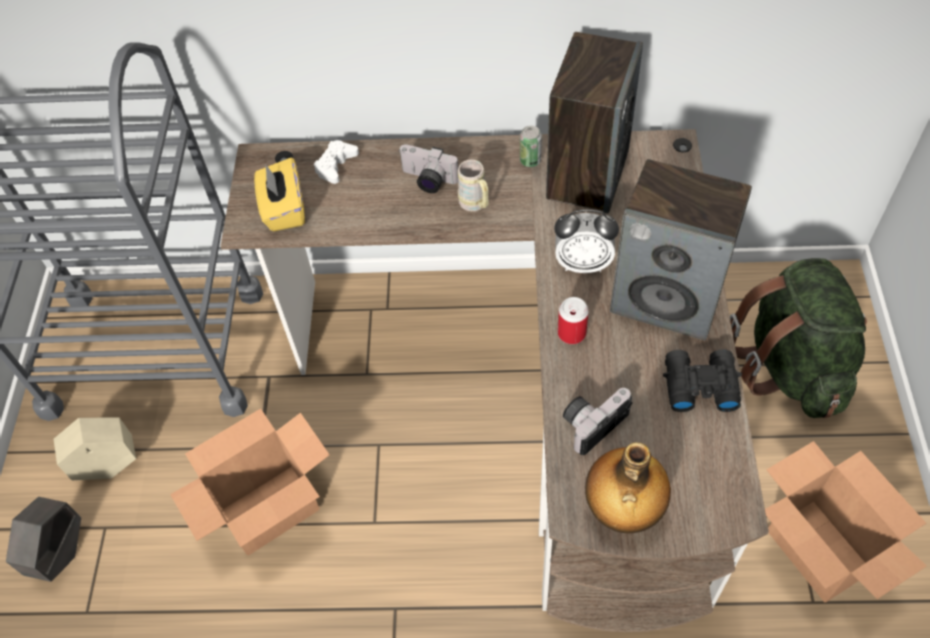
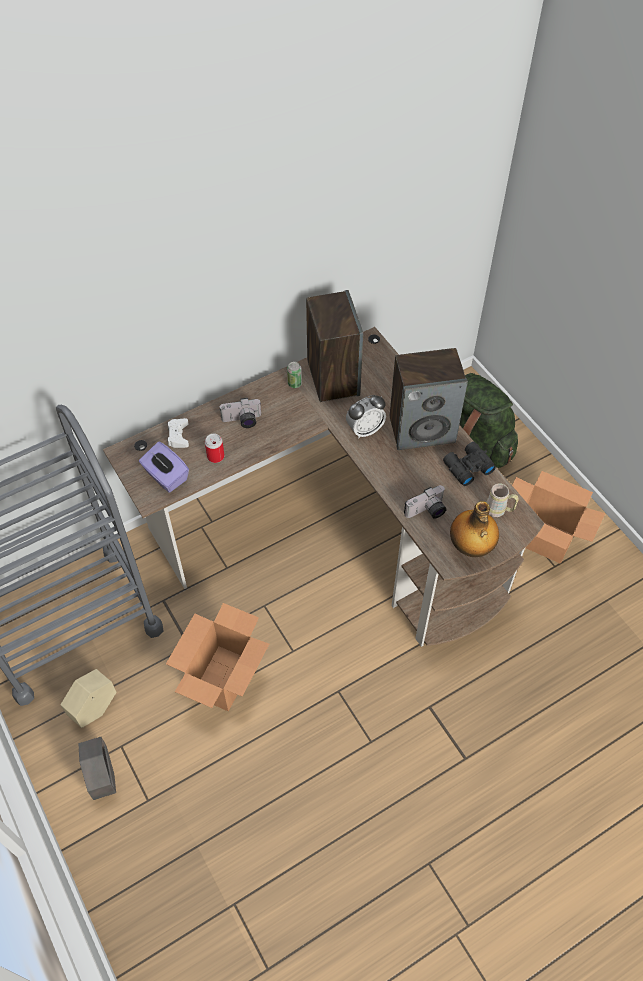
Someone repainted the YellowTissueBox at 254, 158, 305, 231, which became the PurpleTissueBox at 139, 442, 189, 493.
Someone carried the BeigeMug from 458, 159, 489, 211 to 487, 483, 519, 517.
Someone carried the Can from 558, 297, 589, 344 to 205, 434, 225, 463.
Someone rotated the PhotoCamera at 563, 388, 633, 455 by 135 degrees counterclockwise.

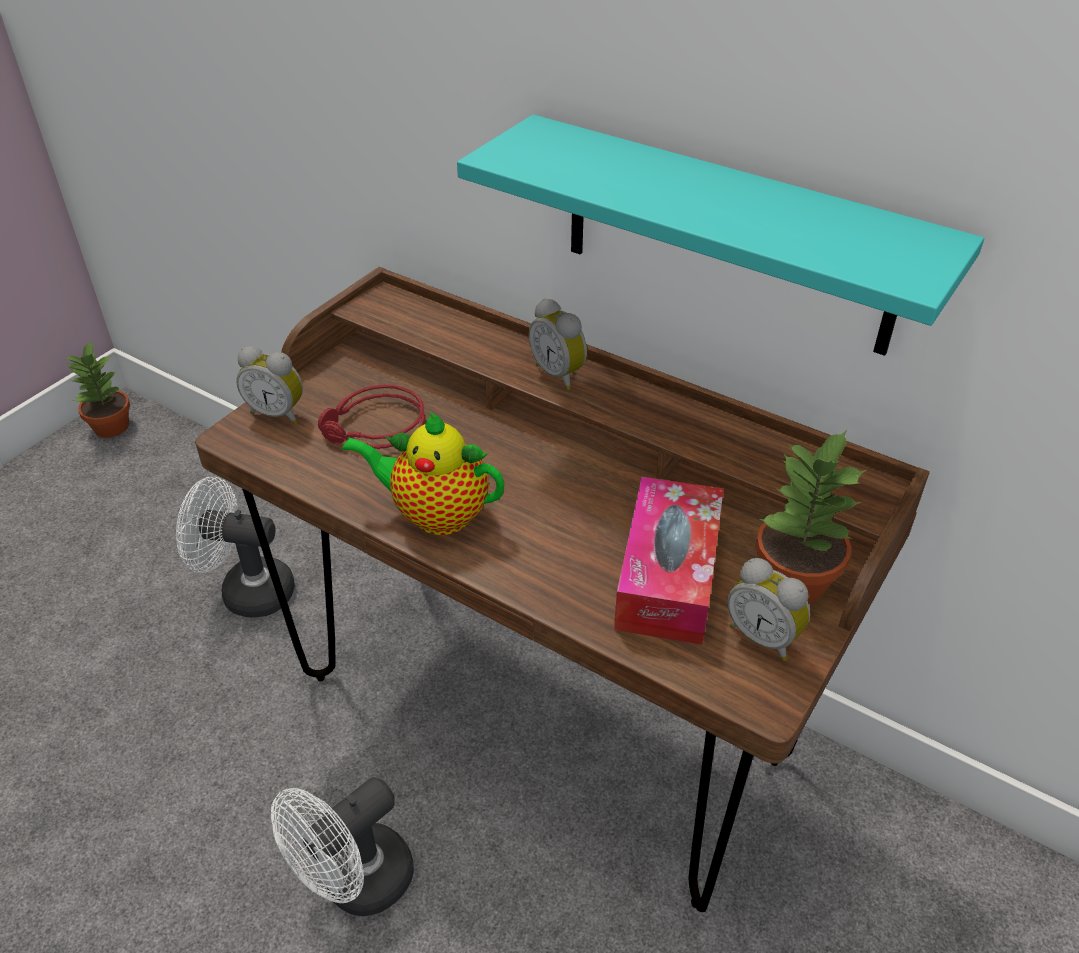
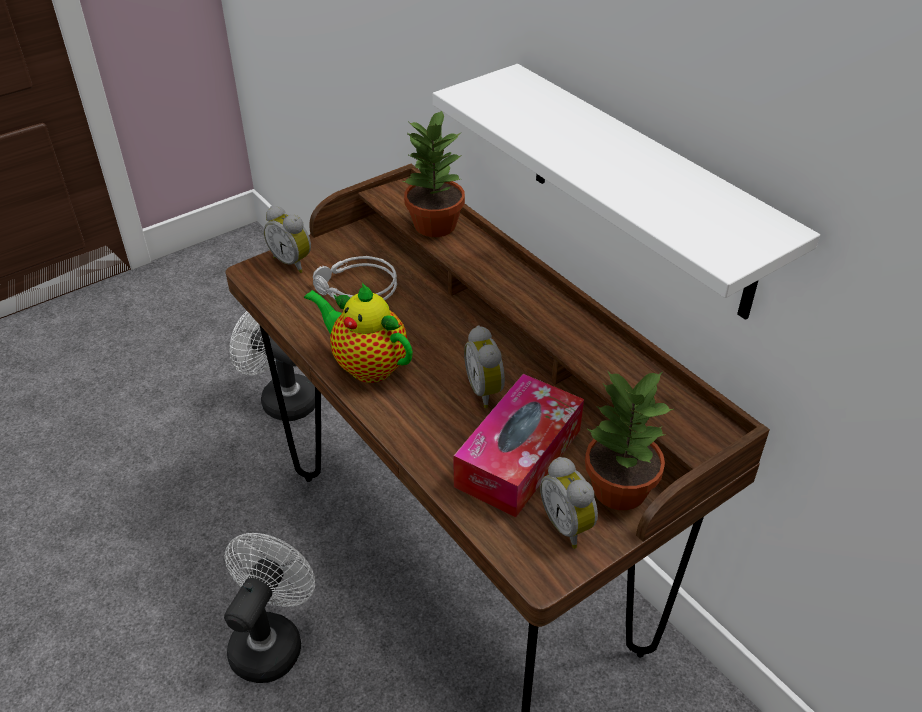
Someone repainted the TurquoiseShelf at 457, 114, 984, 356, which became the WhiteShelf at 433, 64, 820, 320.
Someone carried the AlarmClock from 529, 298, 587, 390 to 464, 326, 505, 408.
Someone carried the PottedPlant from 65, 341, 130, 438 to 403, 111, 465, 237.
Someone repainted the RedHeadphones at 318, 385, 425, 449, which became the GreyHeadphones at 313, 256, 397, 300.
Someone rotated the WhiteFan at 271, 777, 414, 916 by 135 degrees clockwise.

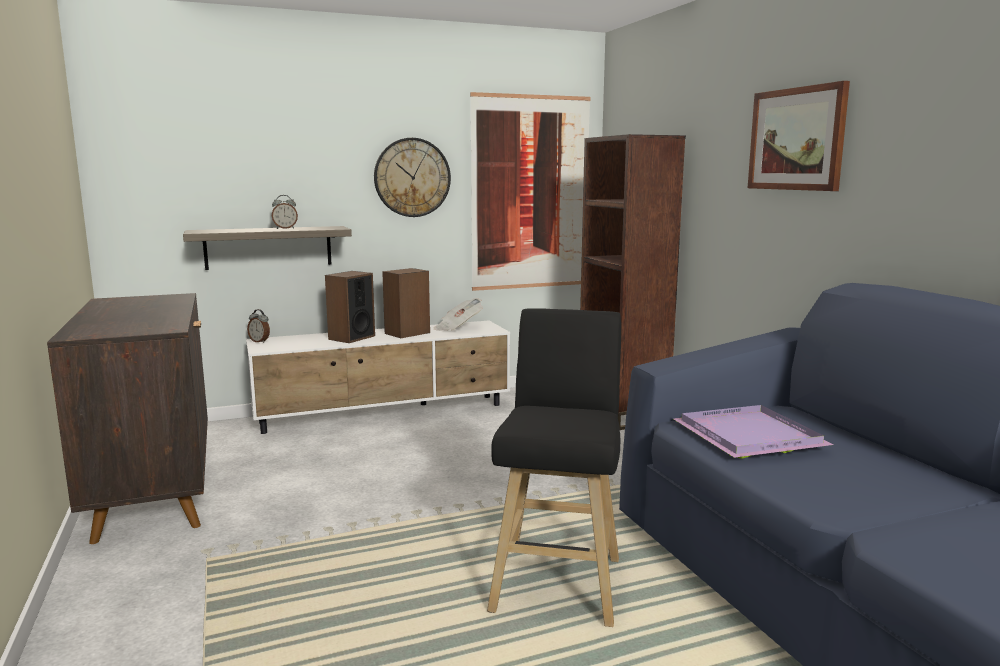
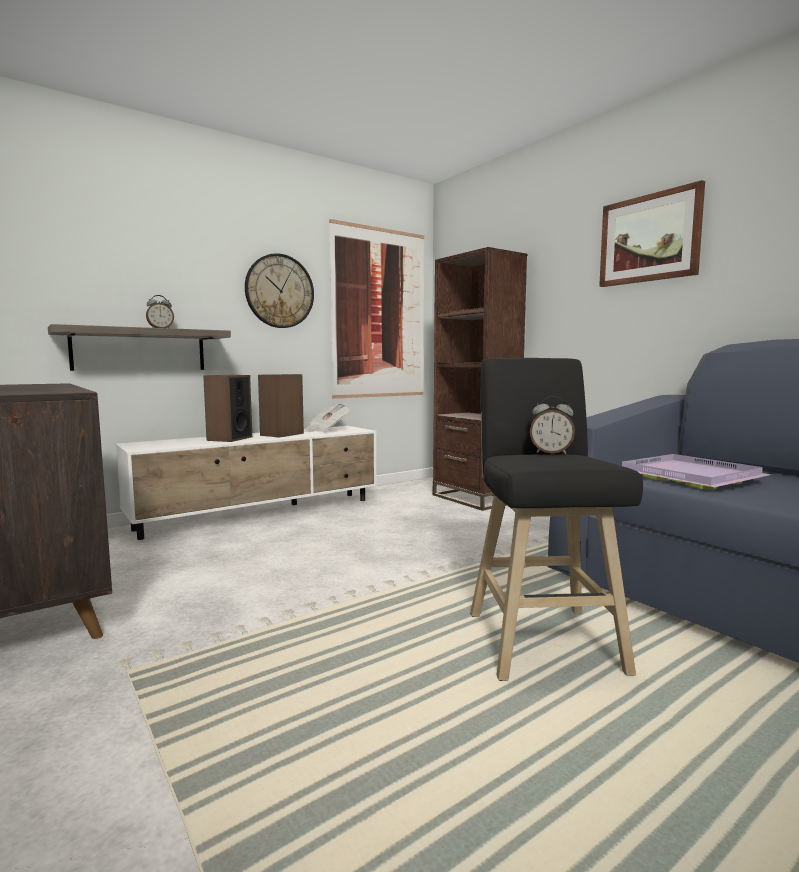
Someone carried the AlarmClock from 247, 309, 270, 343 to 530, 396, 575, 454.

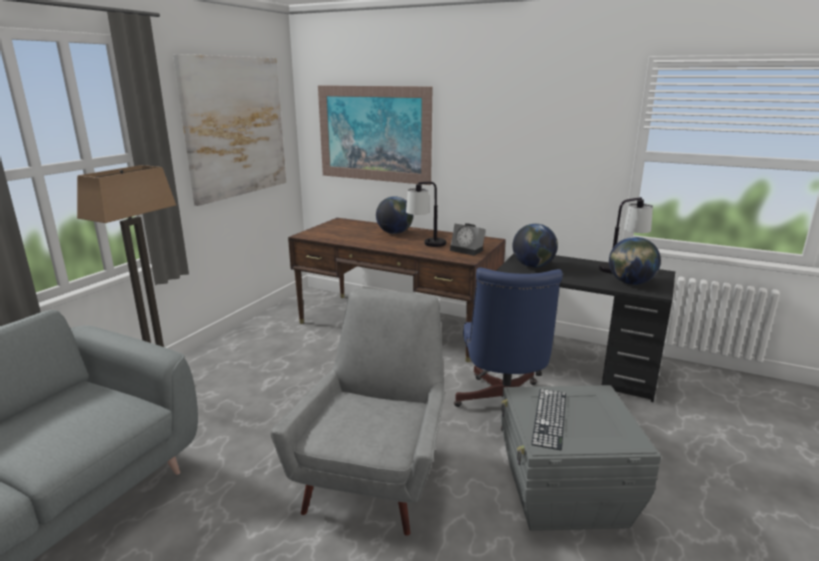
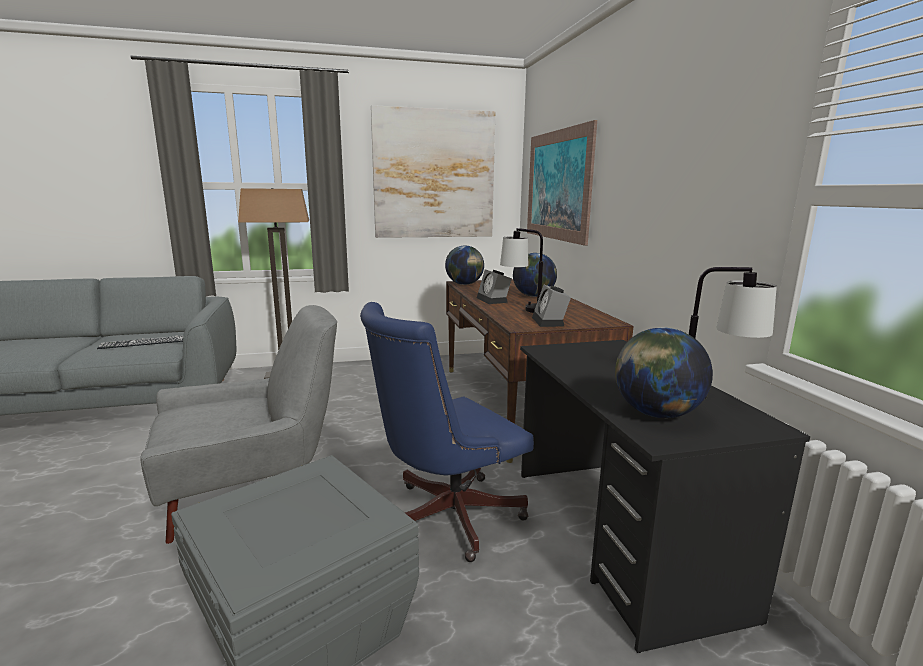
Someone carried the Globe from 512, 224, 558, 268 to 445, 245, 484, 285.
Someone carried the Keyboard from 531, 389, 566, 450 to 97, 335, 183, 349.
Someone put down the AlarmClock at 477, 269, 512, 304.

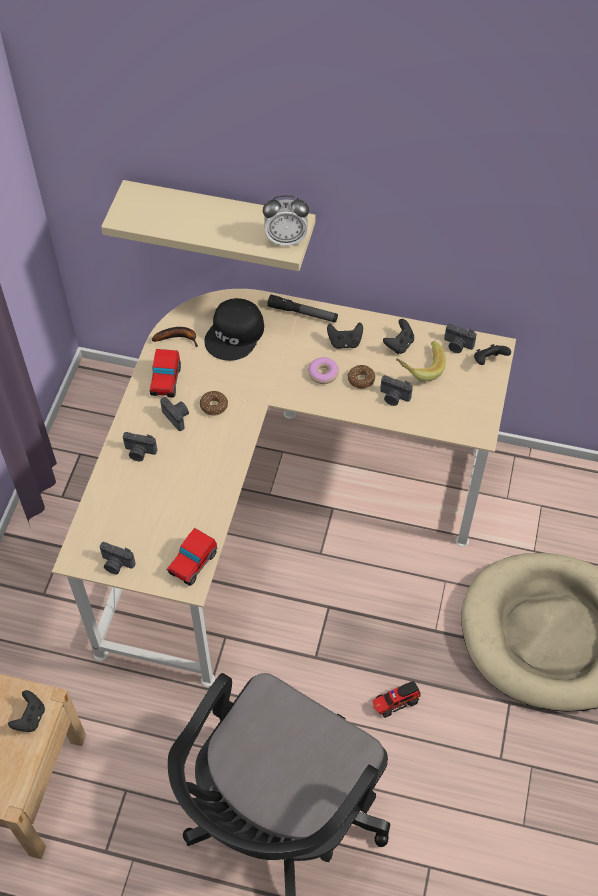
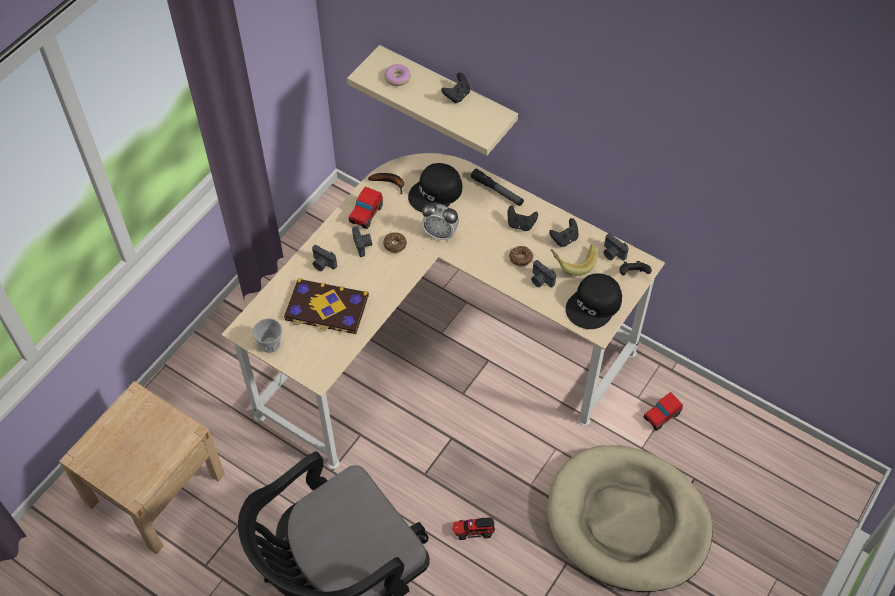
Someone carried the AlarmClock from 263, 195, 309, 246 to 422, 203, 459, 241.
Someone carried the Donut from 308, 357, 339, 384 to 384, 64, 411, 86.
Someone carried the ToyCar from 167, 528, 217, 586 to 644, 392, 683, 431.
Someone swapped the PhotoCamera at 100, 542, 136, 574 for the Cup at 252, 318, 282, 353.
Someone carried the BlackGameController from 8, 690, 45, 732 to 441, 73, 470, 103.
Someone put down the BlackCap at 566, 273, 622, 329.
Someone put down the Book at 284, 278, 369, 334.

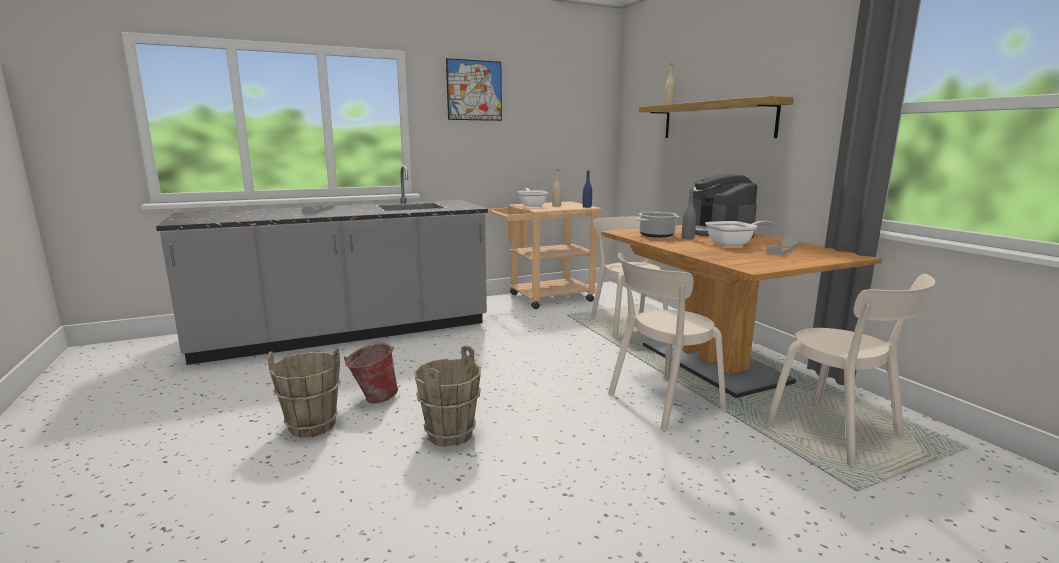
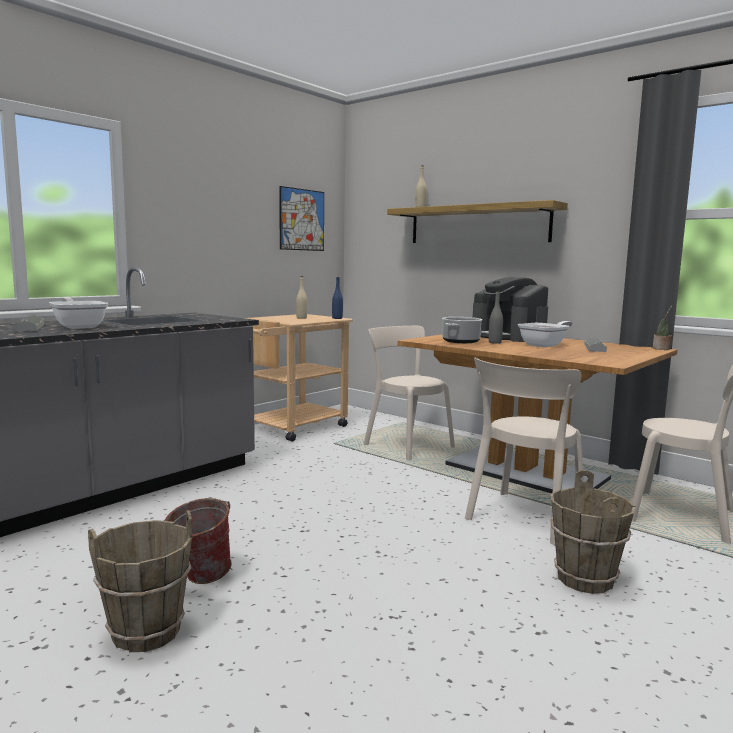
Someone carried the Picture from 446, 58, 502, 121 to 279, 186, 324, 251.
Someone carried the FryingPan from 518, 188, 548, 207 to 49, 297, 109, 329.
Someone carried the BrownBucket from 414, 346, 481, 447 to 550, 470, 635, 594.
Someone put down the PottedPlant at 653, 305, 673, 350.

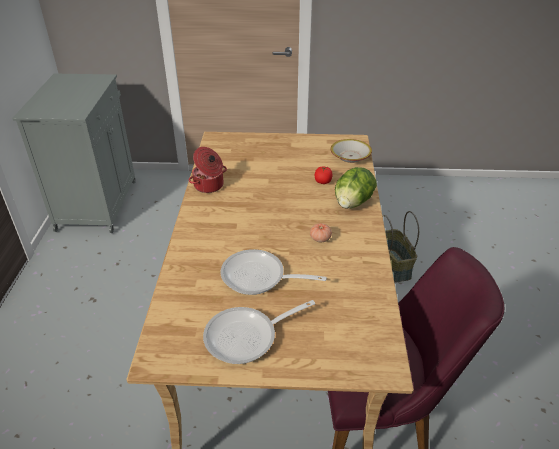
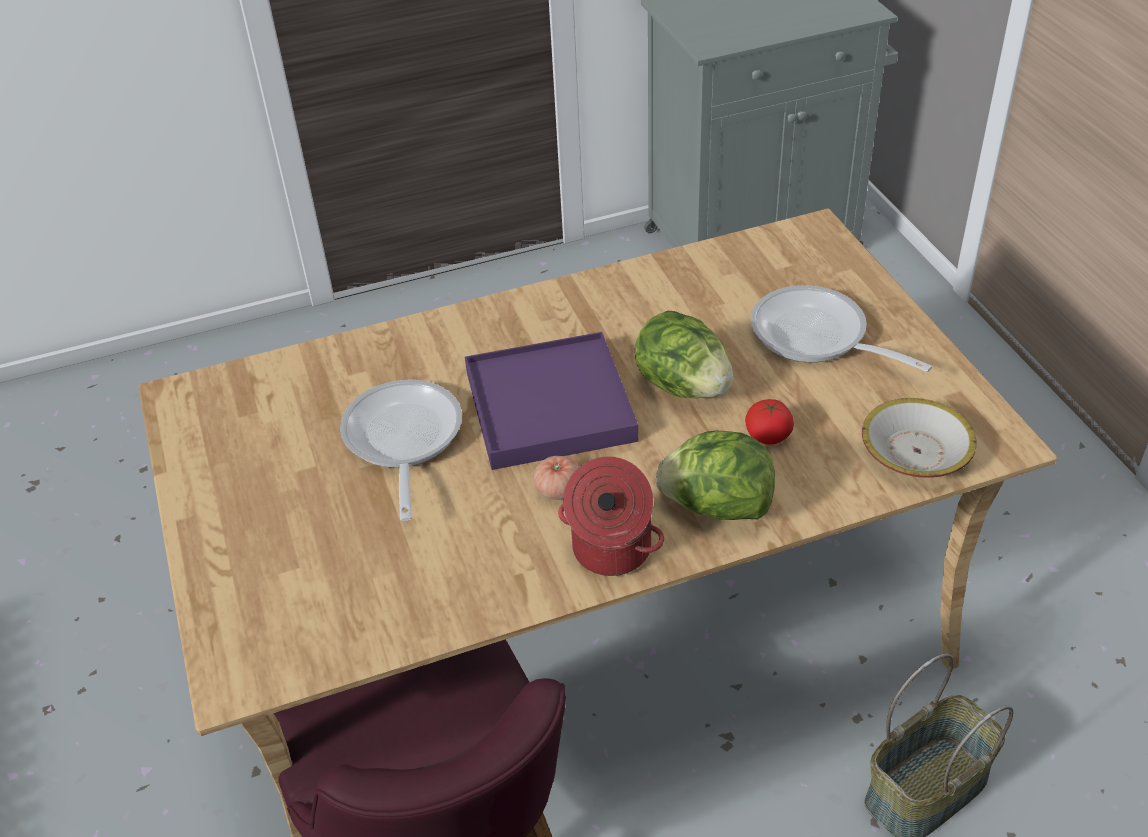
Someone carried the CookingPot from 189, 147, 227, 193 to 558, 456, 664, 576.
Someone carried the FryingPan from 203, 300, 315, 364 to 751, 285, 932, 372.
Someone put down the Lettuce at 635, 311, 733, 398.
Someone put down the PurpleTray at 465, 332, 638, 470.

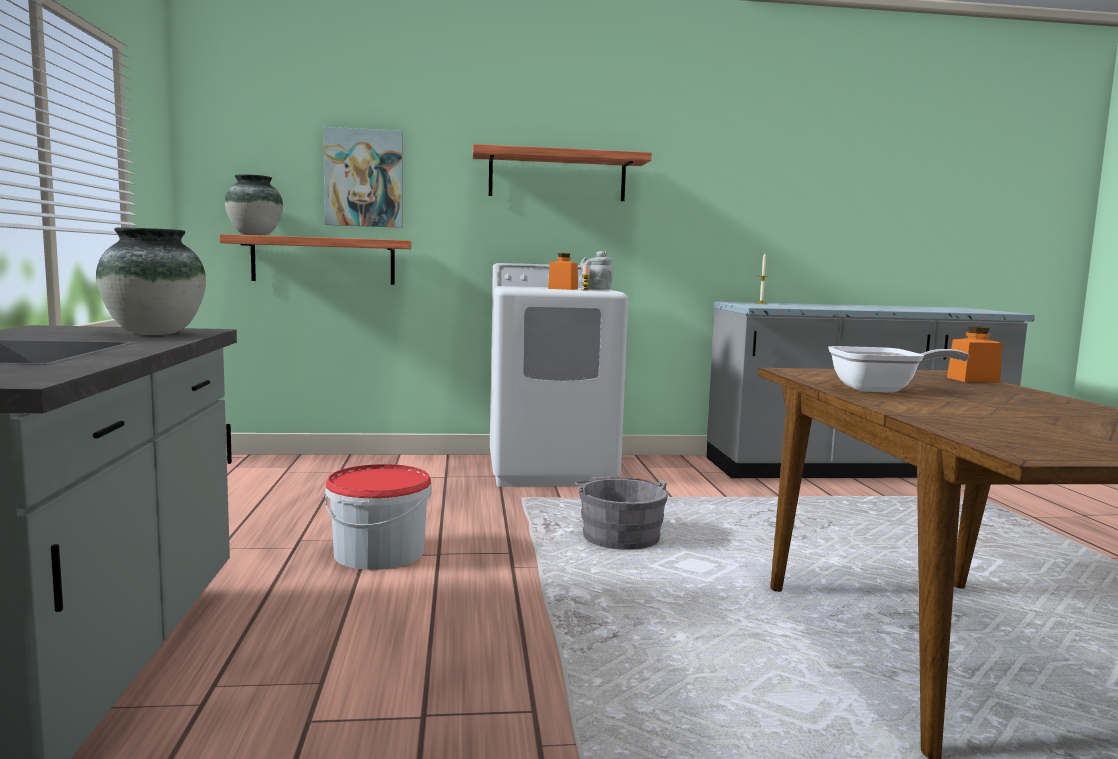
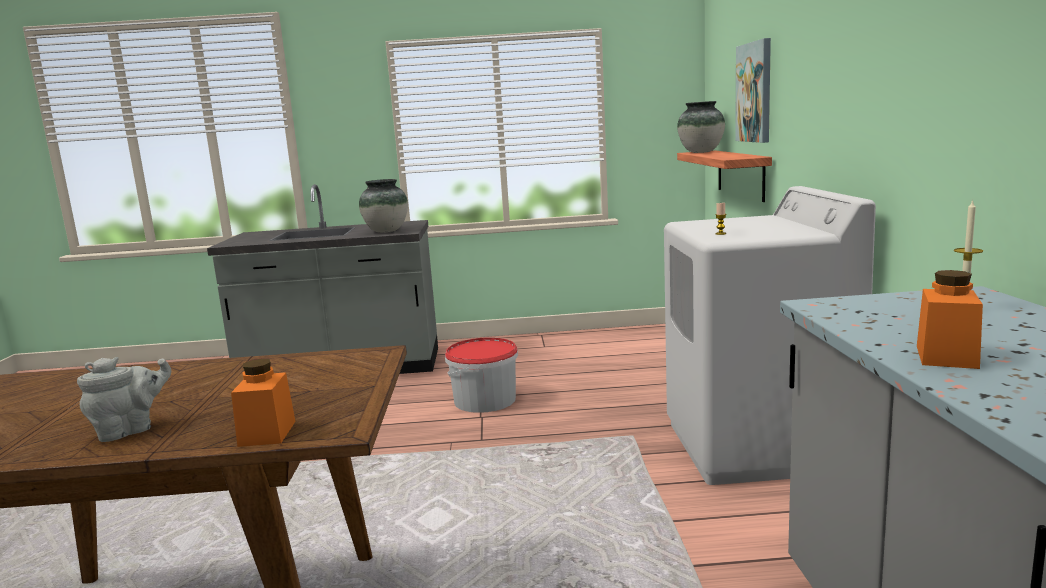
Someone took away the Shelf at 473, 144, 652, 201.
Someone carried the GreyTeapot from 580, 251, 613, 290 to 77, 357, 171, 442.
Someone carried the OrangeJar from 548, 253, 578, 290 to 917, 270, 983, 369.
Someone took away the FryingPan at 828, 346, 969, 392.
Someone took away the GreyBucket at 575, 476, 668, 550.

